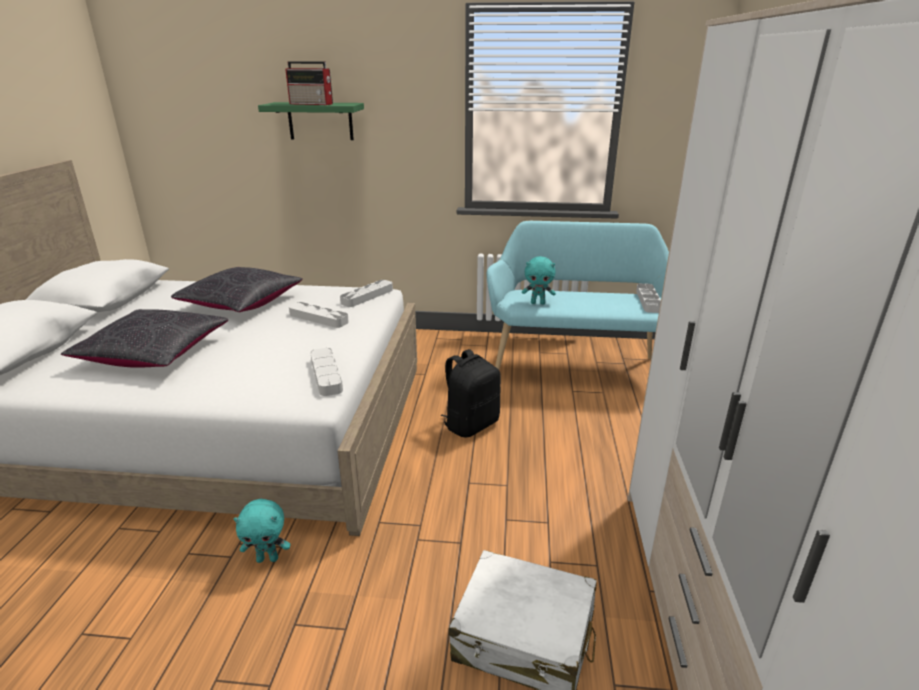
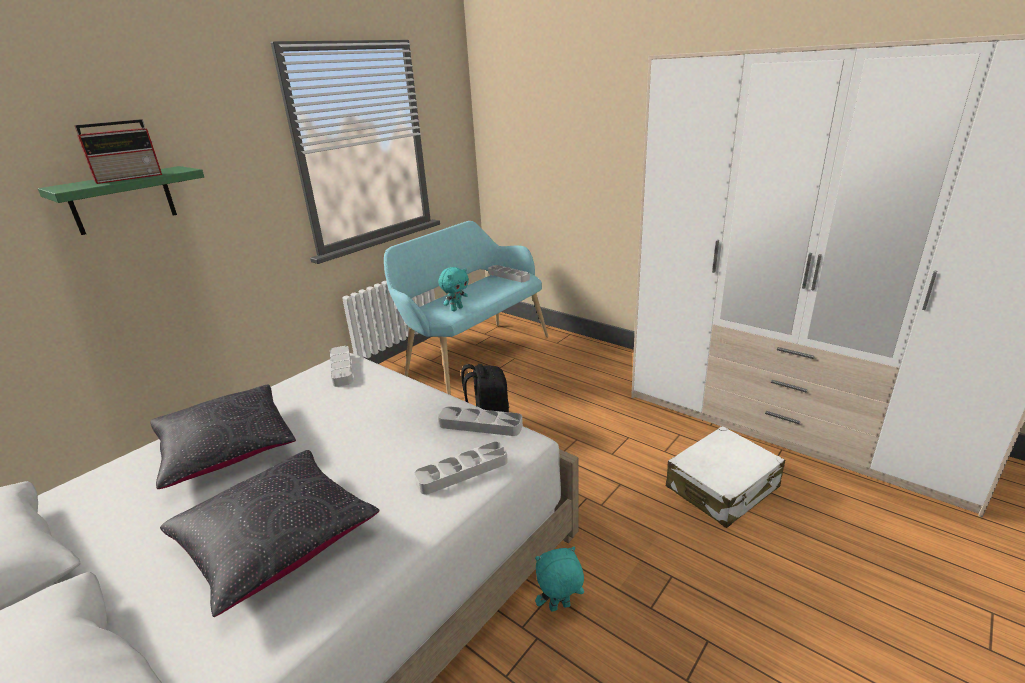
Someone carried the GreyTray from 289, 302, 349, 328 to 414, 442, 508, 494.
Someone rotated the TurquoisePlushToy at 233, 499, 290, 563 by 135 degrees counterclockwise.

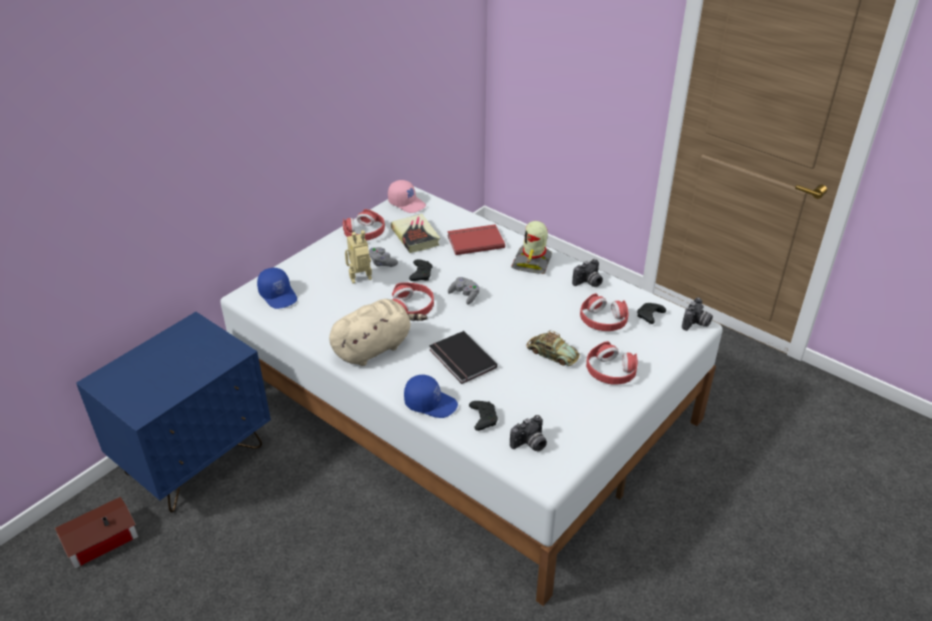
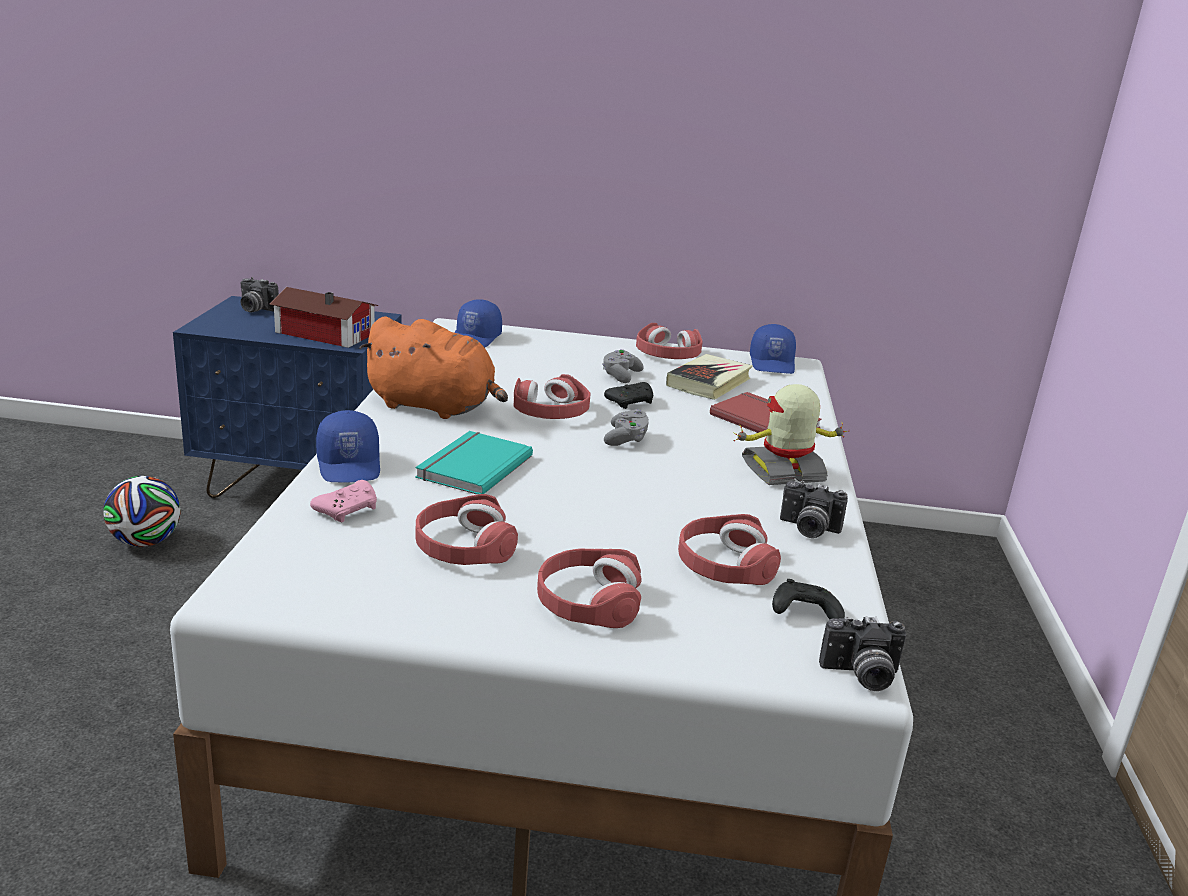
Someone repainted the PinkCap at 388, 180, 426, 213, which became the BlueCap at 750, 324, 796, 374.
Someone took away the ToyRobot at 345, 230, 372, 284.
Someone repainted the BeigePlushToy at 329, 299, 428, 366, which became the OrangePlushToy at 359, 316, 508, 419.
Someone took away the ToyCar at 527, 330, 580, 366.
Someone repainted the BlackBook at 429, 331, 497, 384, which became the TurquoiseBook at 415, 431, 533, 494.
Someone repainted the BlackGameController at 469, 401, 498, 431, which became the PinkGameController at 310, 480, 377, 522.
Someone carried the PhotoCamera from 510, 415, 547, 451 to 240, 277, 279, 312.
Someone carried the ToyHouse from 55, 497, 138, 569 to 270, 287, 378, 348.
Someone put down the Football at 103, 476, 181, 547.
Someone put down the RedHeadphones at 416, 494, 518, 565.

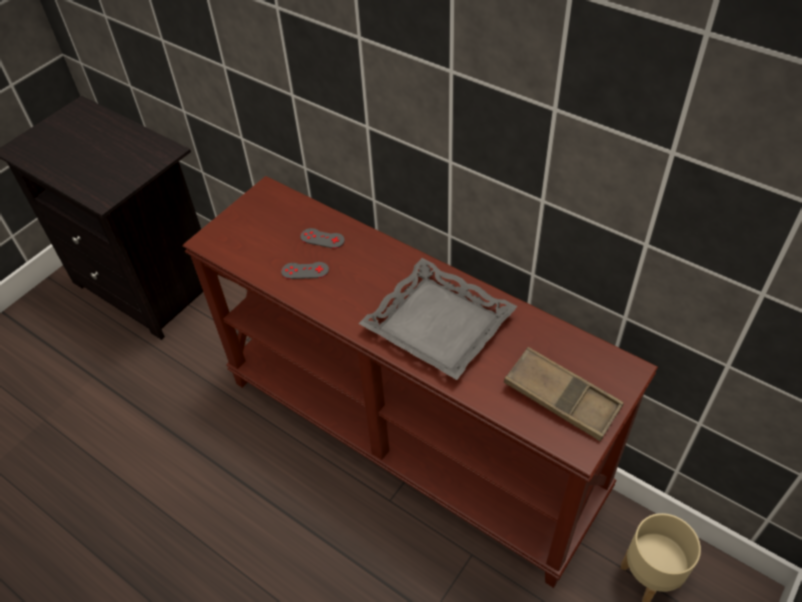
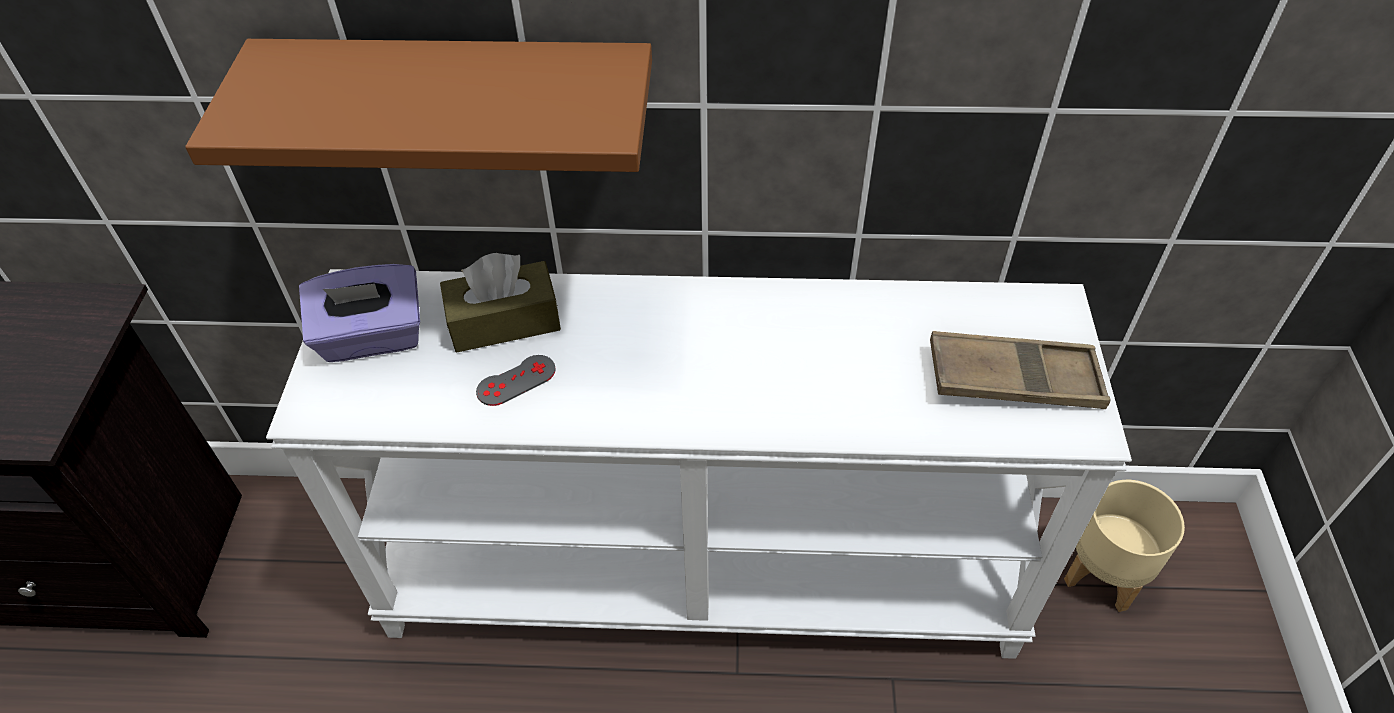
Someone repainted the BrownConsoleTable at 182, 176, 658, 588, which became the WhiteConsoleTable at 266, 269, 1132, 659.
Someone swapped the GreyGameController at 300, 228, 345, 248 for the BrownTissueBox at 440, 253, 561, 352.
Someone took away the GreyTray at 358, 258, 518, 380.
Someone put up the BrownShelf at 185, 39, 652, 172.
Someone put down the PurpleTissueBox at 299, 264, 420, 362.

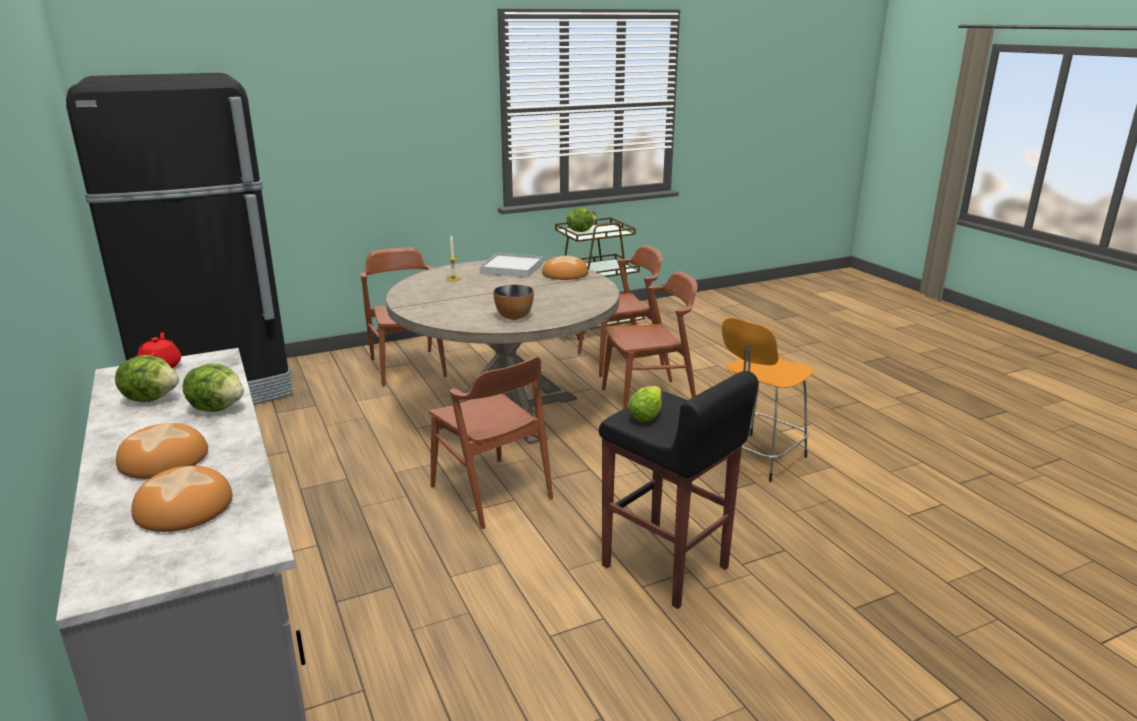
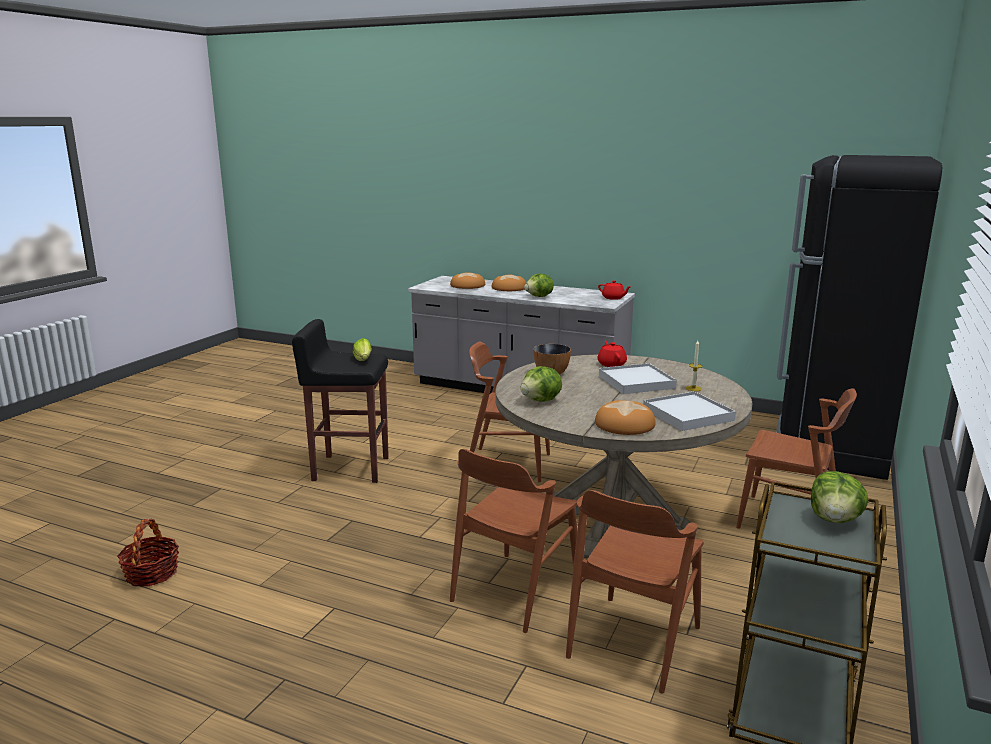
Someone took away the OrangeStool at 722, 318, 813, 482.
Someone carried the Lettuce from 115, 355, 179, 402 to 520, 366, 562, 402.
Someone put down the RedTeapot at 598, 341, 627, 367.
Someone put down the WhiteTray at 599, 363, 677, 394.
Someone put down the Basket at 117, 519, 179, 586.

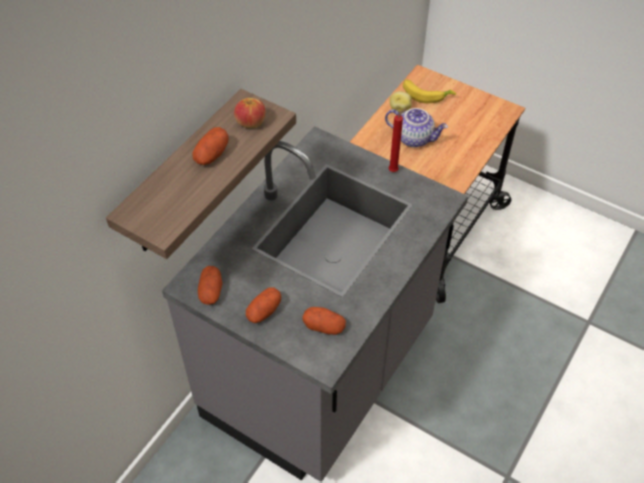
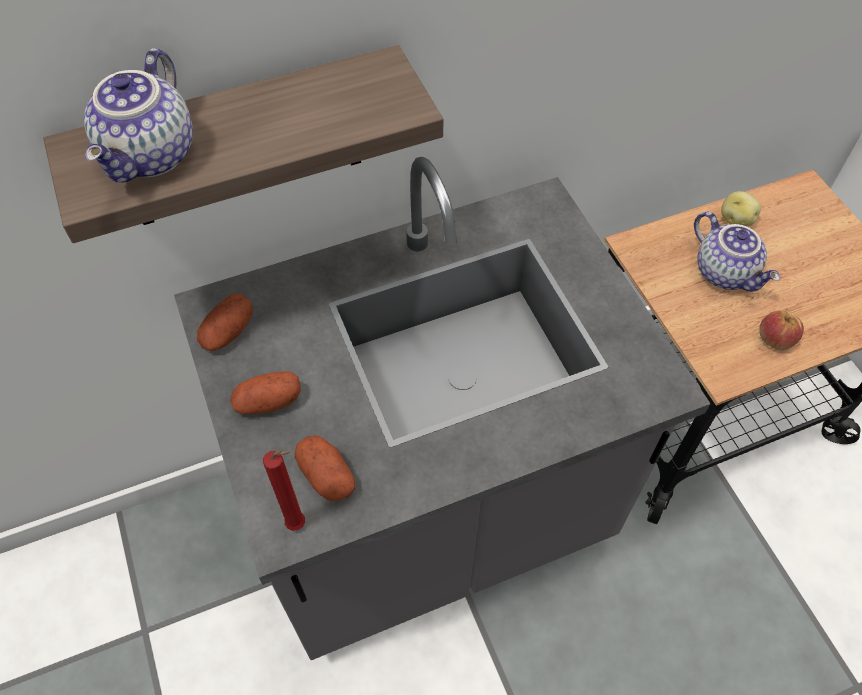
Someone took away the Banana at 403, 80, 456, 103.
Someone carried the Apple from 234, 98, 265, 128 to 759, 310, 804, 350.
Someone carried the RedCandle from 389, 108, 407, 172 to 263, 450, 305, 531.
Someone took away the Potato at 192, 127, 229, 165.
Someone put down the Teapot at 84, 48, 193, 182.

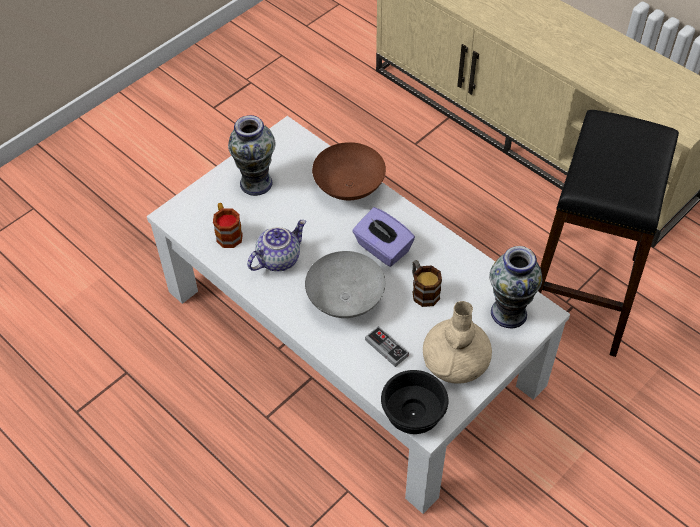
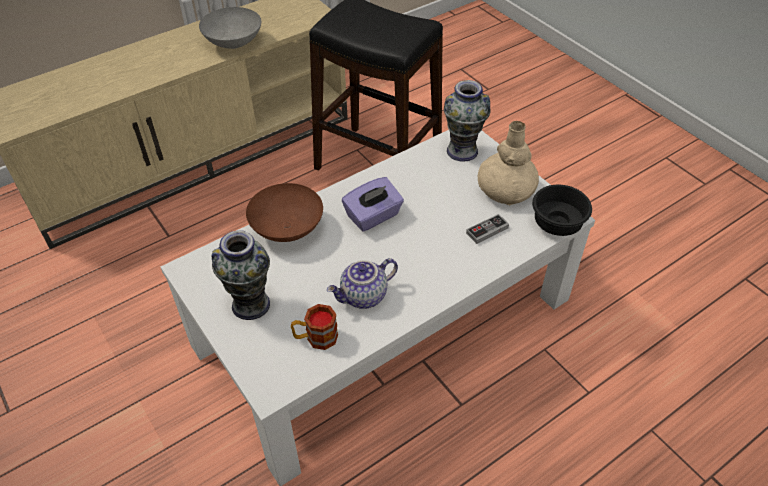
Someone rotated the Teapot at 247, 220, 306, 271 by 90 degrees counterclockwise.
Someone carried the GreyBowl from 305, 251, 385, 318 to 199, 7, 261, 49.
Someone took away the Mug at 412, 260, 442, 307.

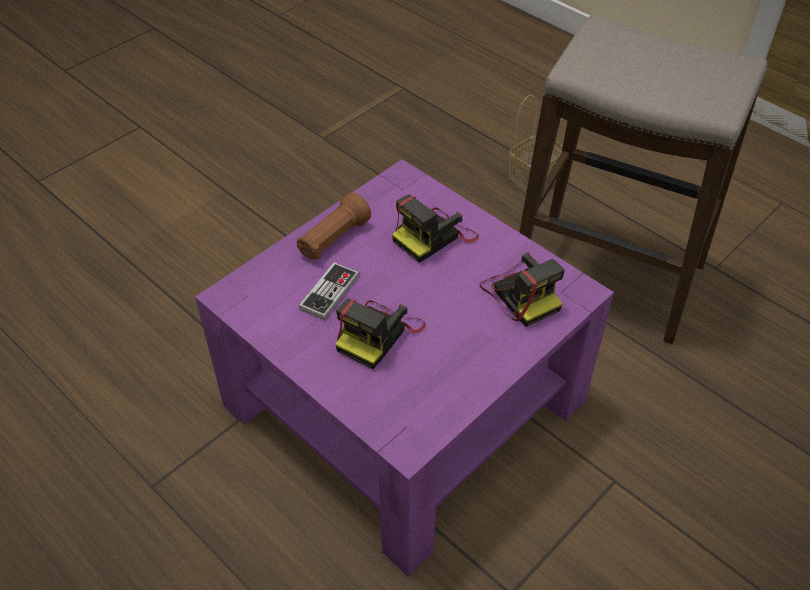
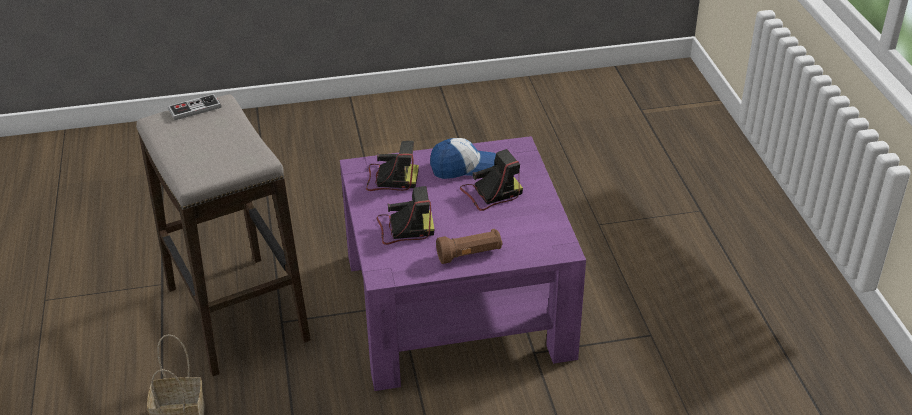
Someone rotated the PhotoCamera at 480, 252, 565, 327 by 90 degrees clockwise.
Someone carried the GameController from 299, 262, 359, 320 to 168, 94, 221, 120.
Someone put down the Cap at 430, 138, 496, 179.

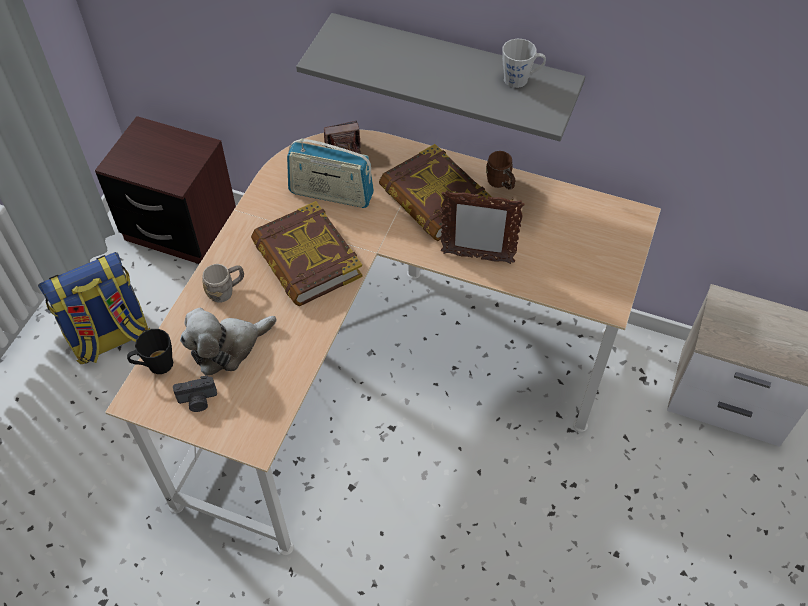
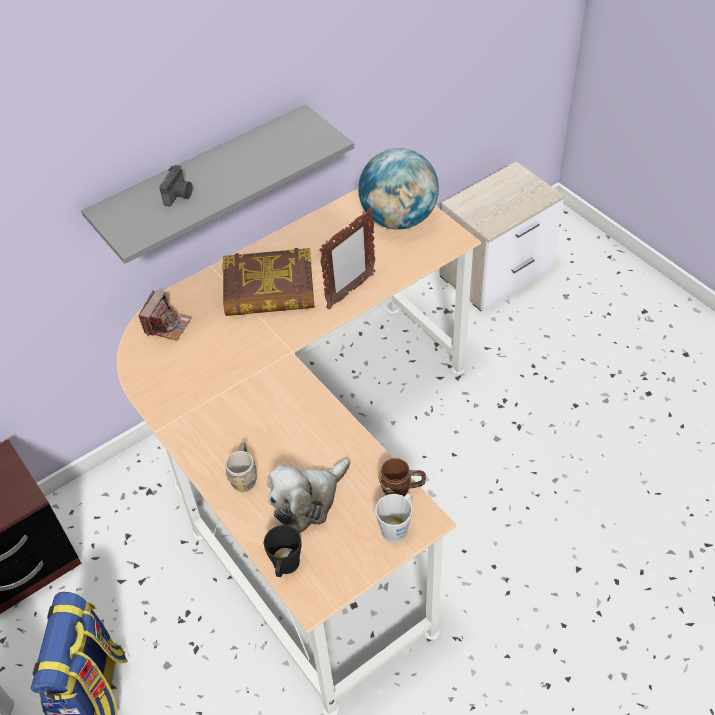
Someone carried the GreyMug from 502, 39, 546, 88 to 375, 493, 413, 542.
Someone took away the Radio at 287, 139, 374, 208.
Someone carried the BrownMug from 486, 151, 515, 190 to 379, 458, 426, 496.
Someone took away the Book at 251, 201, 363, 306.
Someone rotated the PlushToy at 180, 308, 277, 376 by 45 degrees clockwise.
Someone carried the PhotoCamera from 173, 376, 217, 412 to 159, 165, 192, 206.
Someone put down the Globe at 358, 148, 439, 230.

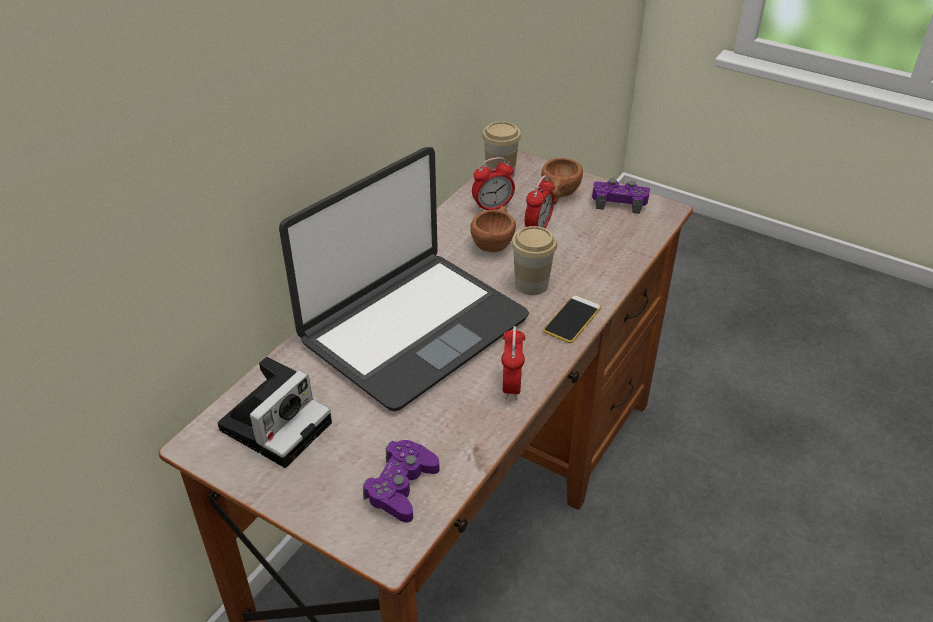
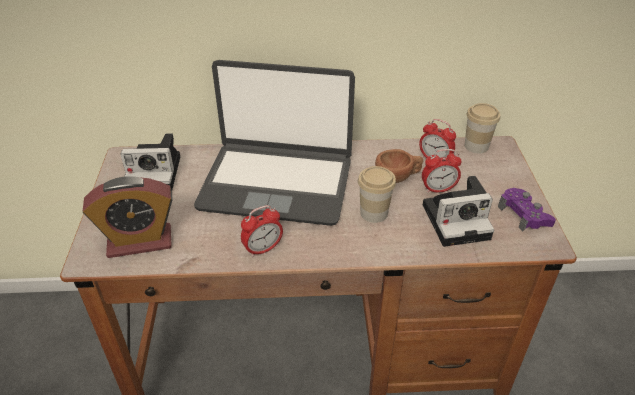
Someone took away the BrownCup at 541, 158, 583, 205.
Someone took away the Phone at 543, 295, 601, 343.
Someone swapped the PurpleGameController at 363, 440, 440, 523 for the AlarmClock at 83, 176, 173, 258.
Someone put down the PhotoCamera at 423, 176, 494, 247.

